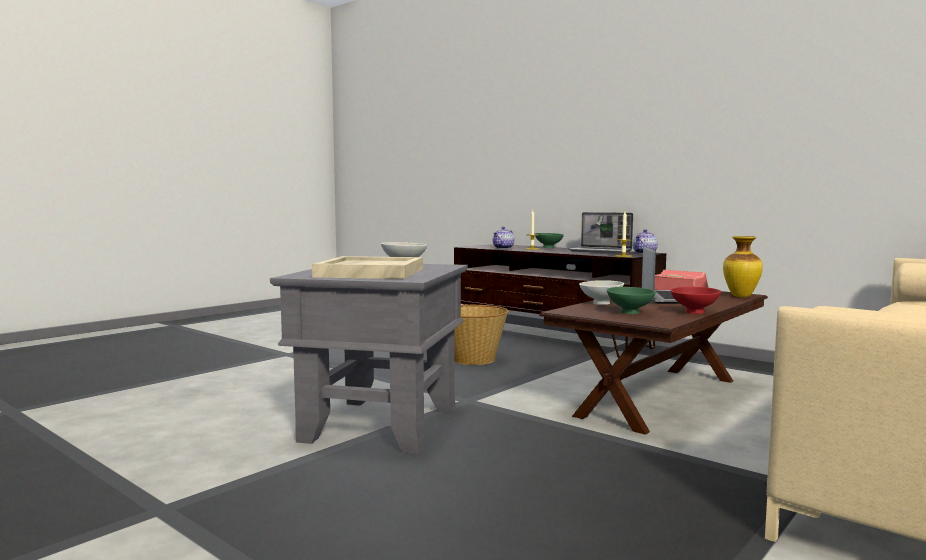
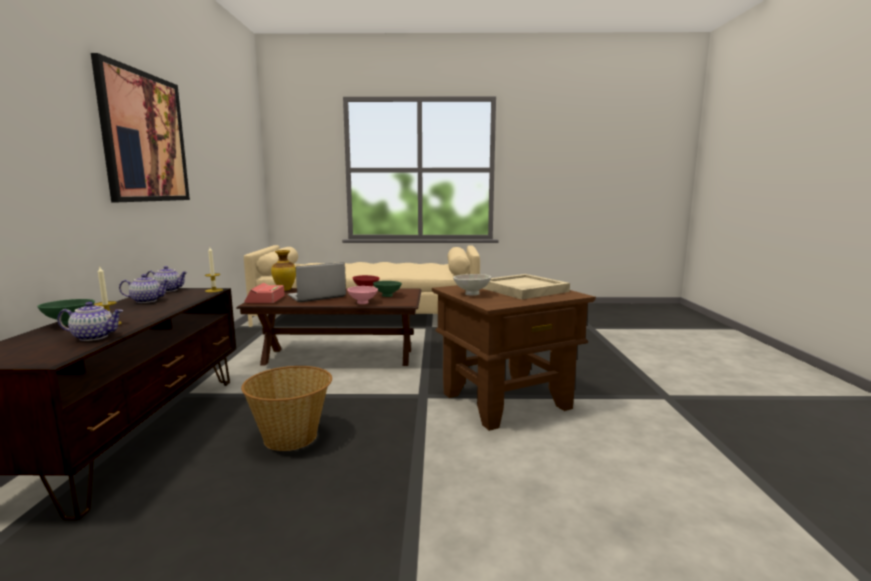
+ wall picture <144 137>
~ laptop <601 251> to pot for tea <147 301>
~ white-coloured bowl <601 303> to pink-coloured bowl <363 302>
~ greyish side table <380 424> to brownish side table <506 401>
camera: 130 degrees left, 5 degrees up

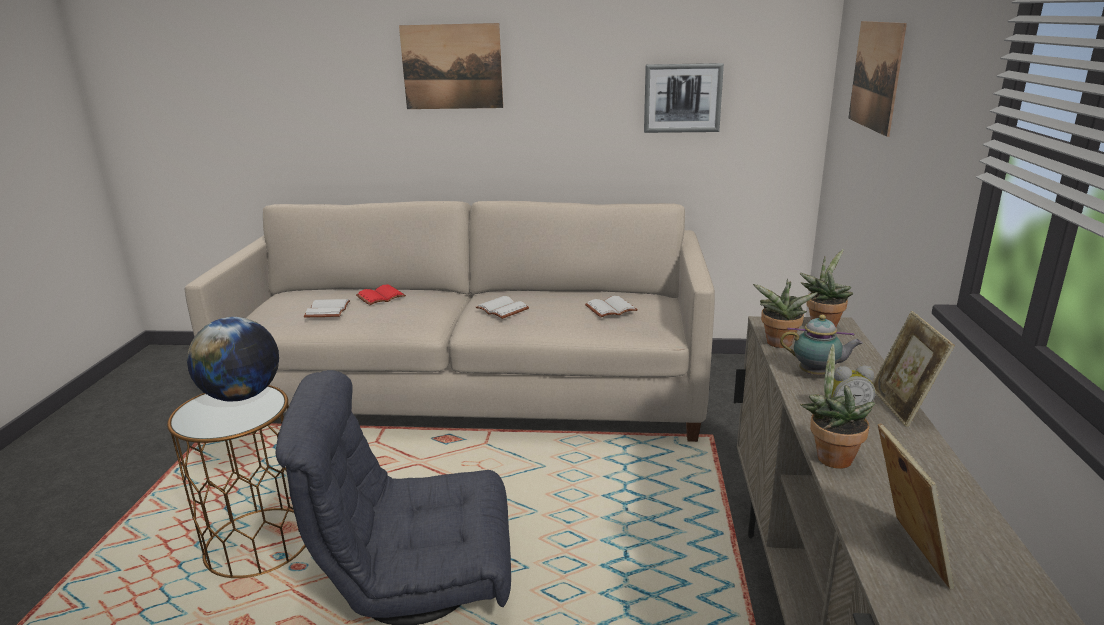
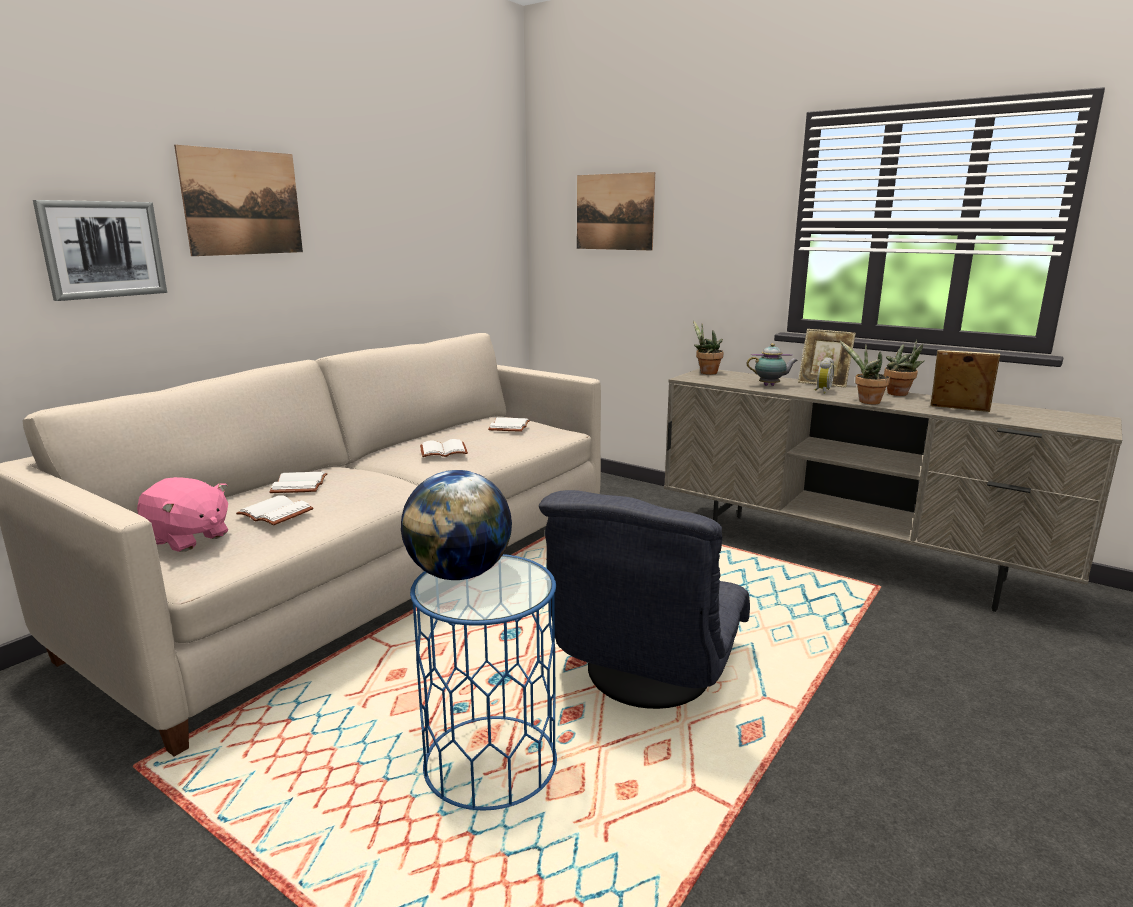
~ wall picture <682 98> to <103 249>
+ pink-coloured cuddly toy <188 538>
~ red volume <380 297> to white-coloured volume <301 485>
~ brownish side table <259 542> to blue side table <490 761>
~ pot for tea <817 374> = <770 385> 45 degrees clockwise
~ houseplant <778 344> to <900 394>
camera: 60 degrees left, 5 degrees down

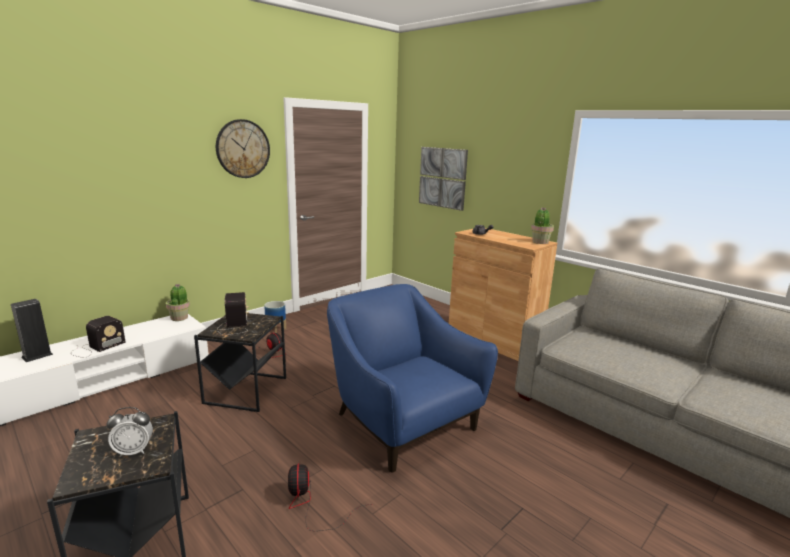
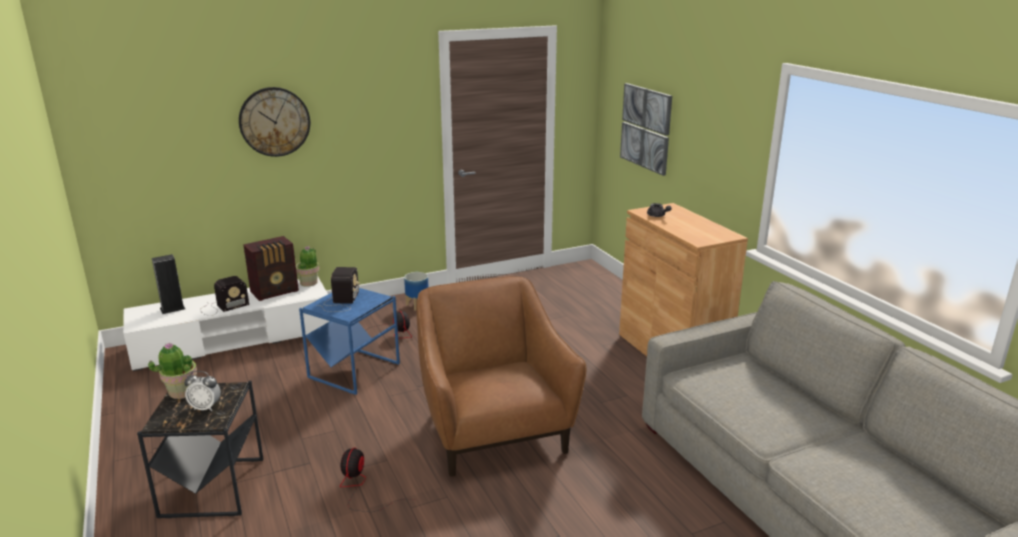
~ houseplant <540 242> to <181 392>
~ hanging clock <243 149> to <274 121>
+ radio receiver <275 291>
~ black-coloured side table <247 390> to blue side table <355 371>
~ blue easy chair <402 422> to brownish easy chair <493 431>
camera: 20 degrees right, 5 degrees up

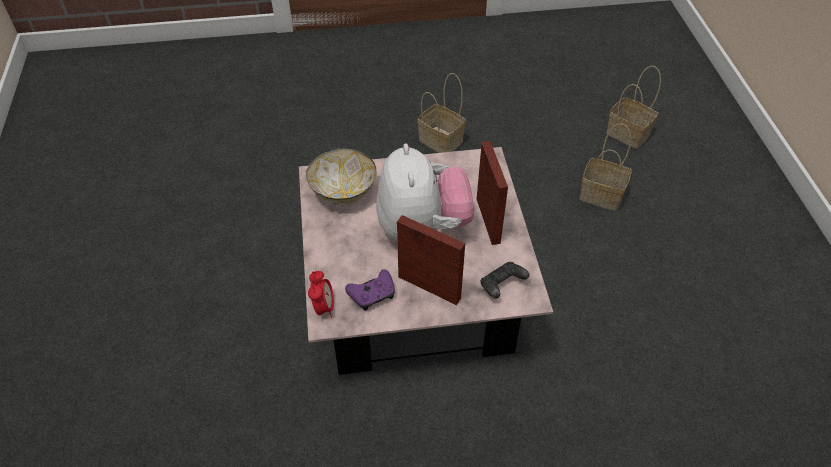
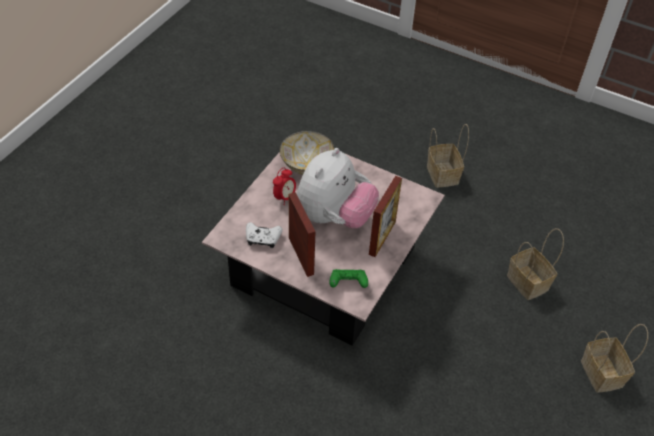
~ purple-coloured joypad <372 295> to white-coloured joypad <263 239>
~ bedside clock <323 308> to <284 197>
~ black-coloured joypad <501 286> to green joypad <348 283>
~ basket <629 134> to <603 374>
camera: 35 degrees right, 0 degrees up

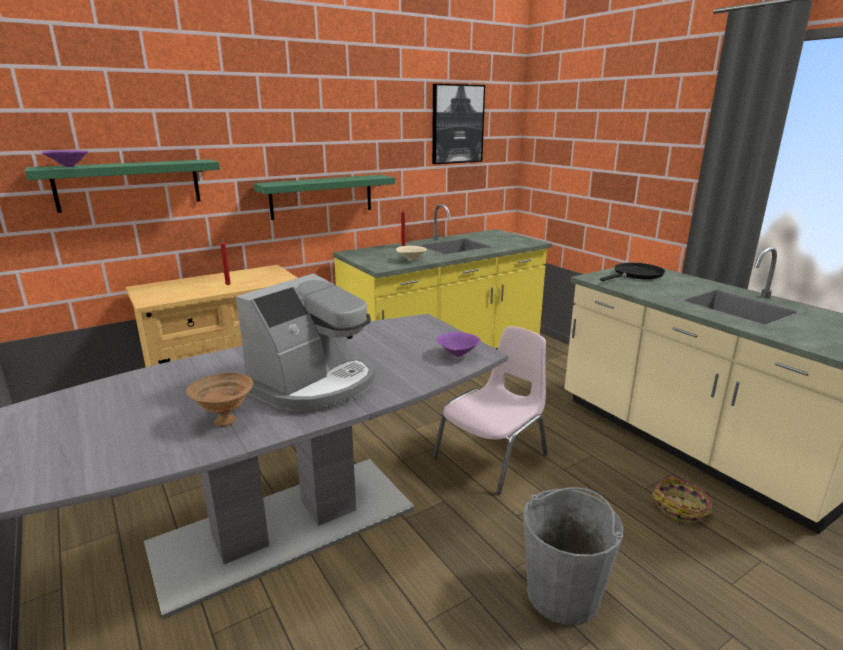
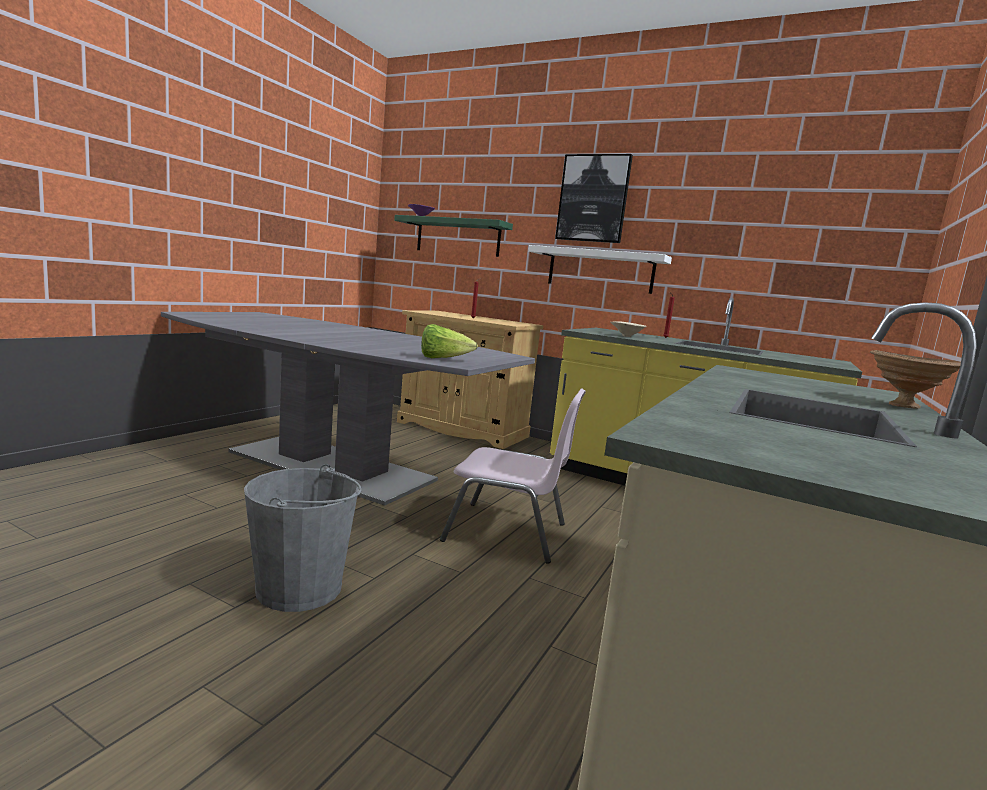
~ purple-coloured bowl <457 355> to head of lettuce <443 359>
~ green bracket shelf <322 196> to white-coloured bracket shelf <600 270>
~ wall picture <457 124> to <593 199>
~ brownish bowl <224 420> to <902 406>
- coffee brewer <314 384>
- black-coloured pan <636 275>
- basket <681 508>
camera: 60 degrees right, 10 degrees down

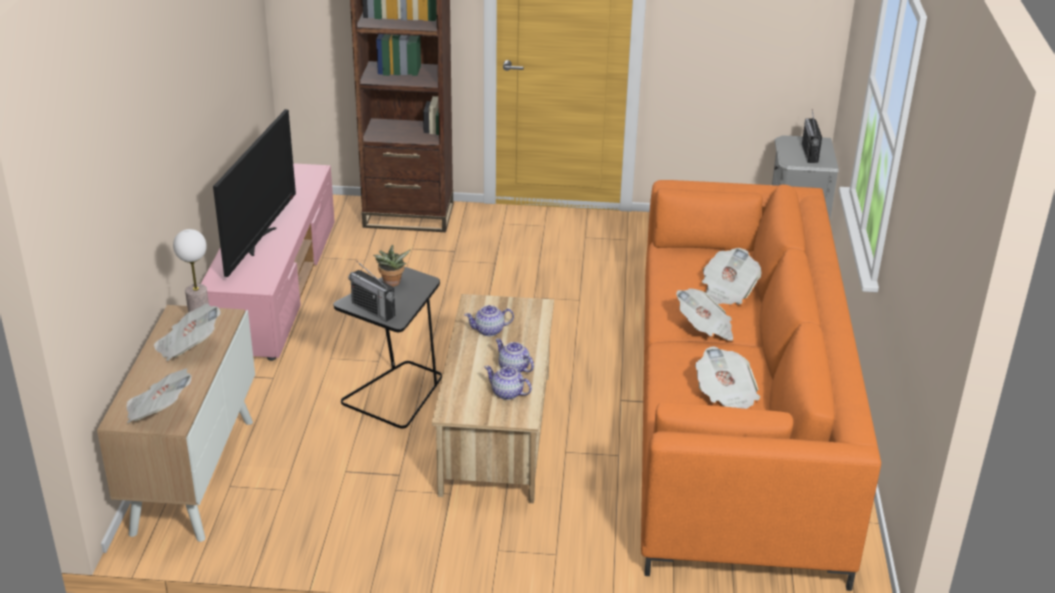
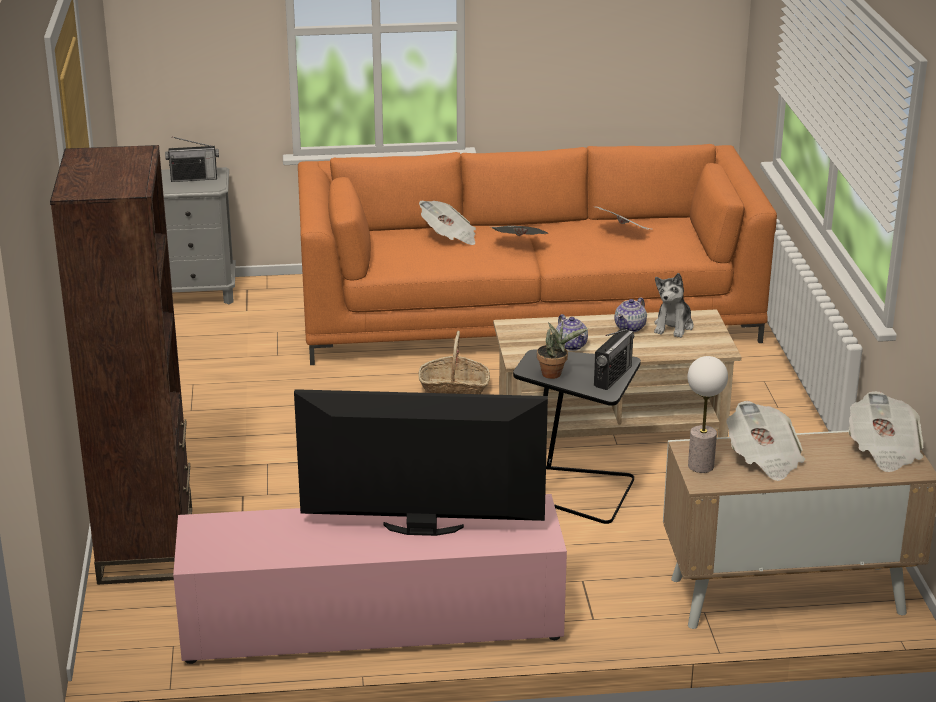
+ basket <454 388>
~ pot for tea <507 393> to cuddly toy <673 326>
camera: 100 degrees left, 5 degrees down

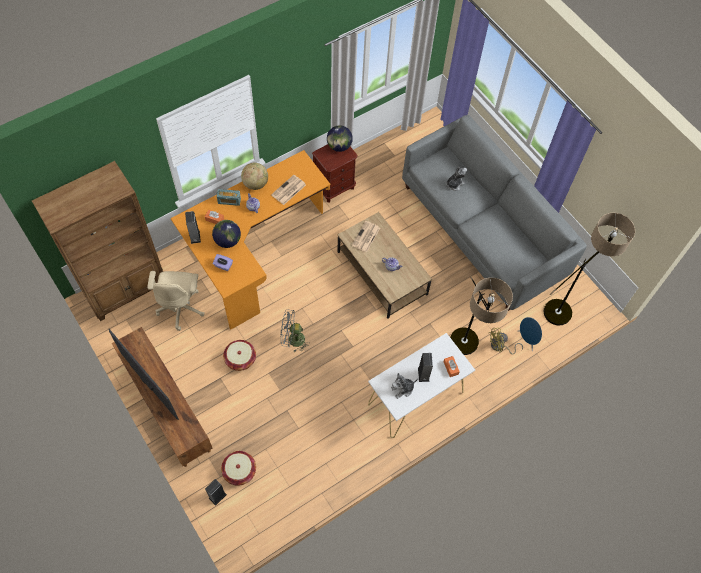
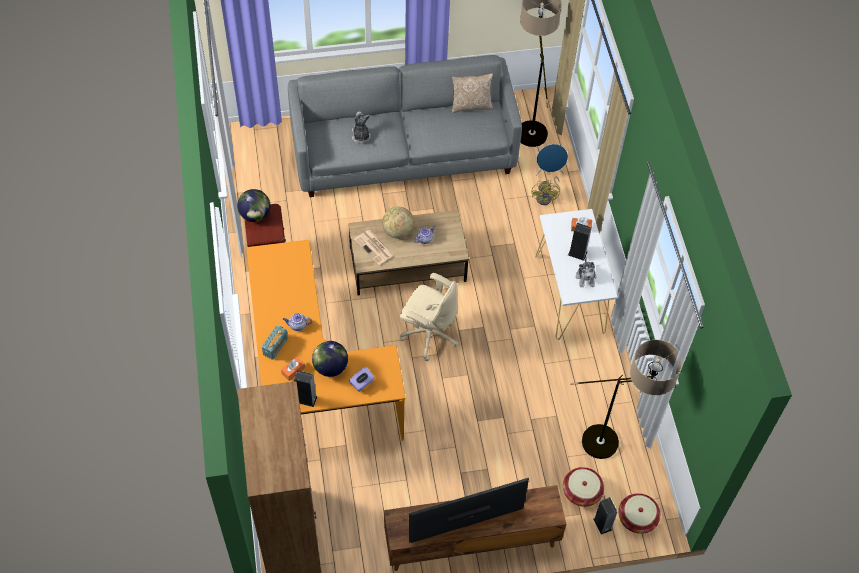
~ globe <255 183> to <398 231>
~ sand-coloured office chair <181 307> to <429 334>
+ cushion <471 105>
~ standing lamp <465 352> to <614 447>
~ basket <240 359> to <637 518>
- printed paper <288 190>
- greyish cooling fan <292 340>
camera: 65 degrees left, 5 degrees down

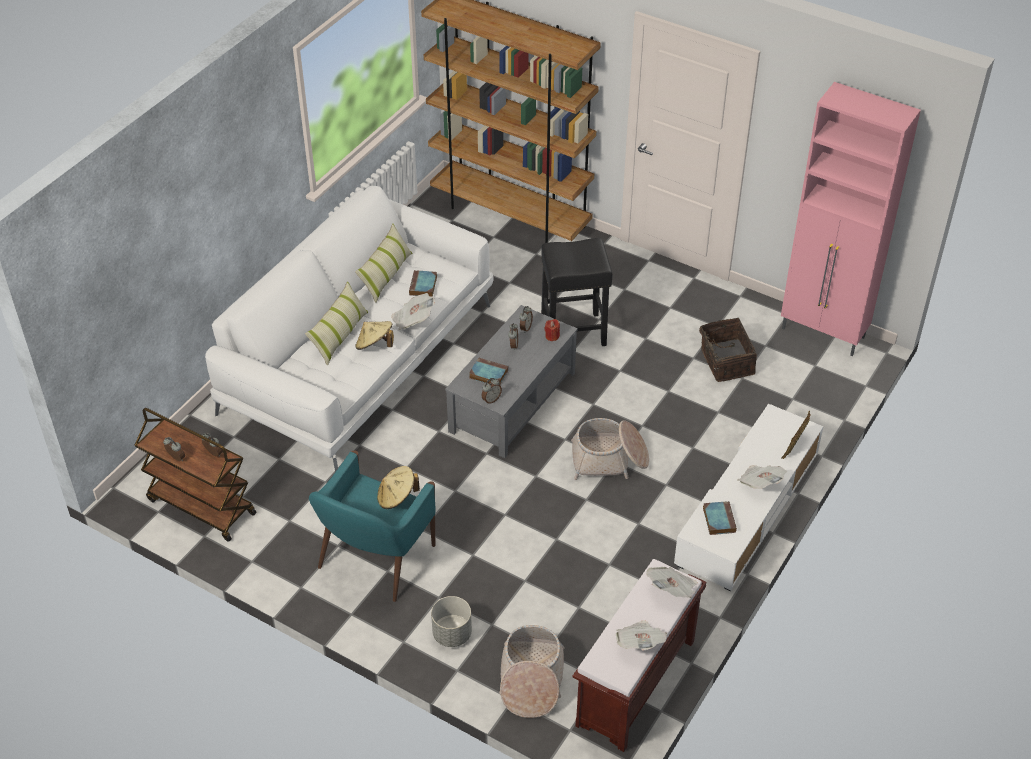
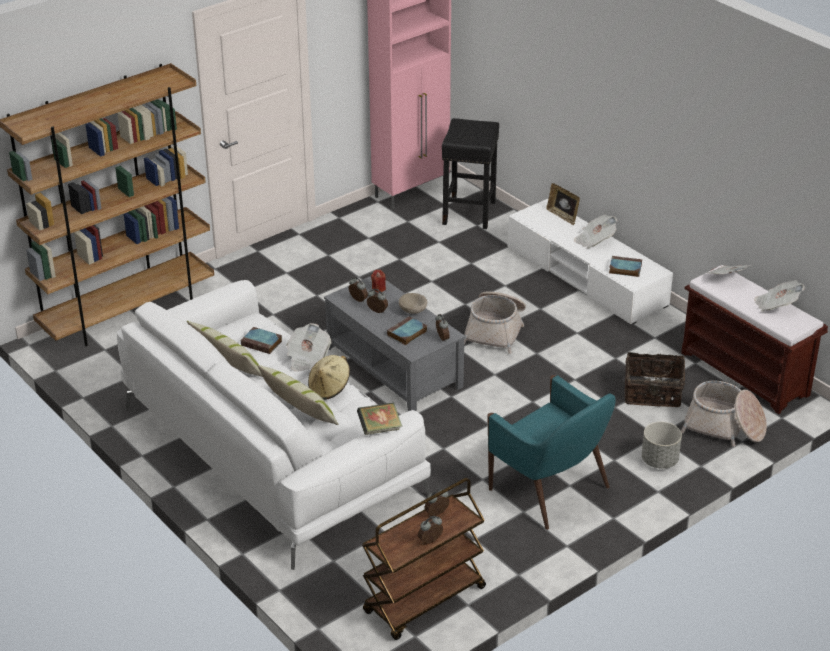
+ volume <379 429>
+ sand-coloured bowl <413 311>
~ black-coloured sitting stool <574 332> to <469 212>
~ basket <725 362> to <652 394>
- sand-coloured hat <397 497>
camera: 70 degrees left, 10 degrees down

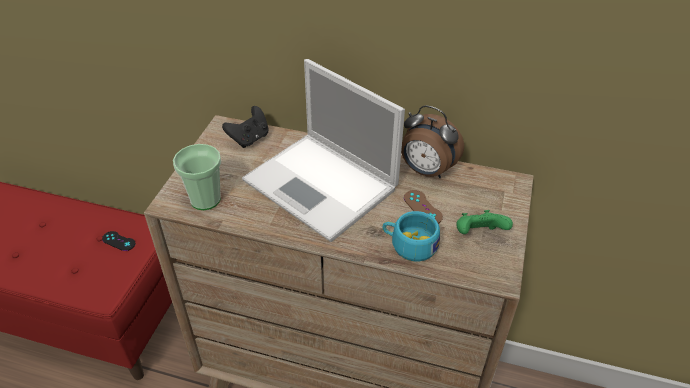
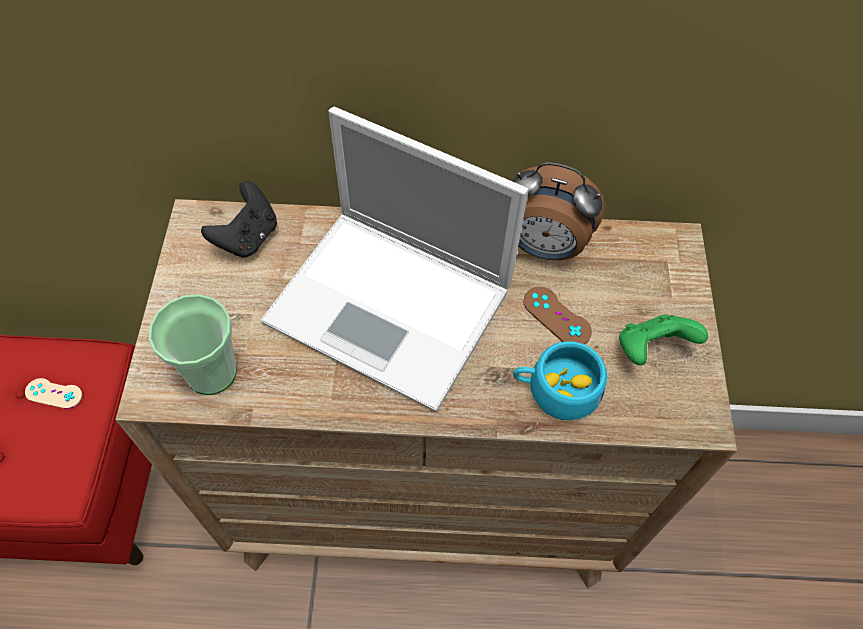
~ black-coloured joypad <118 241> to sand-coloured joypad <54 393>
camera: 15 degrees left, 15 degrees up

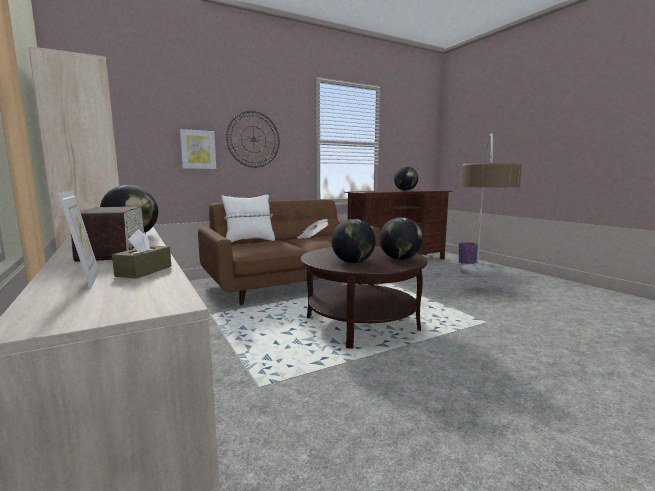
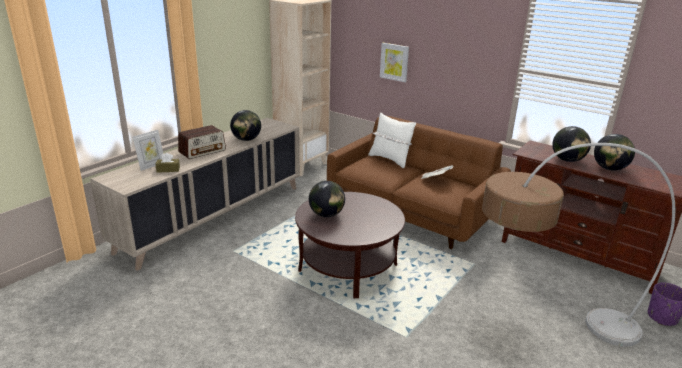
~ globe <400 259> to <567 160>
- hanging clock <253 139>
camera: 65 degrees right, 15 degrees up

